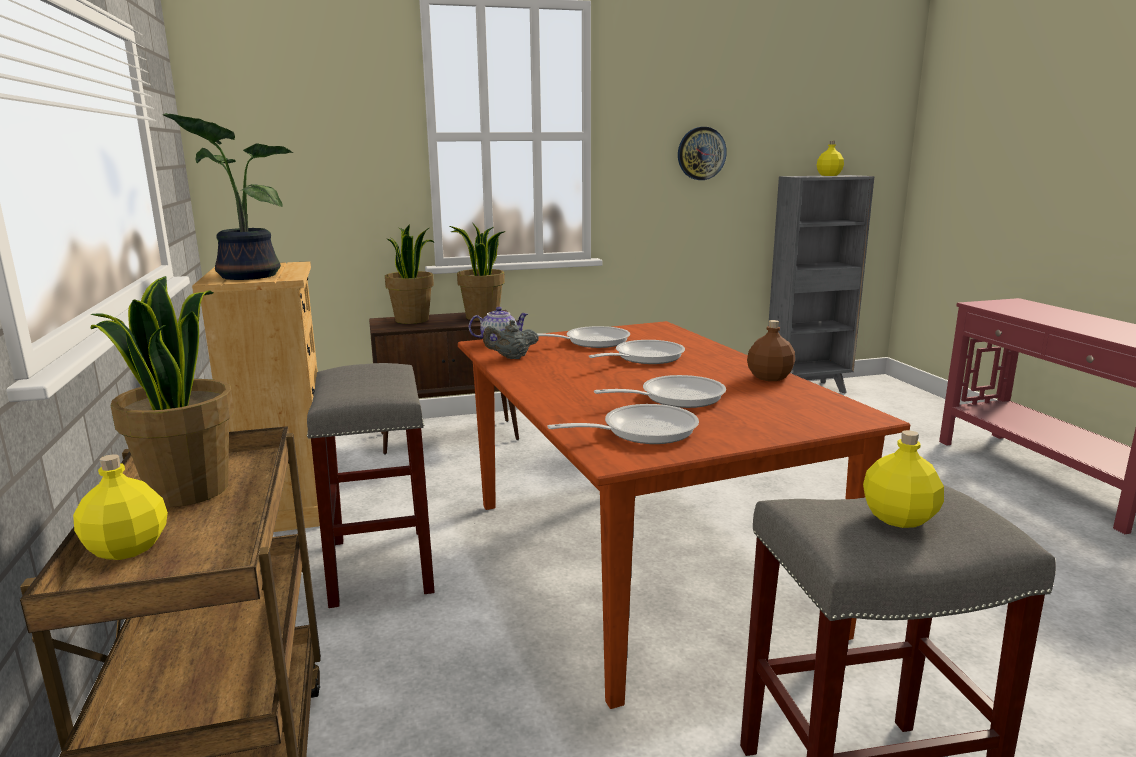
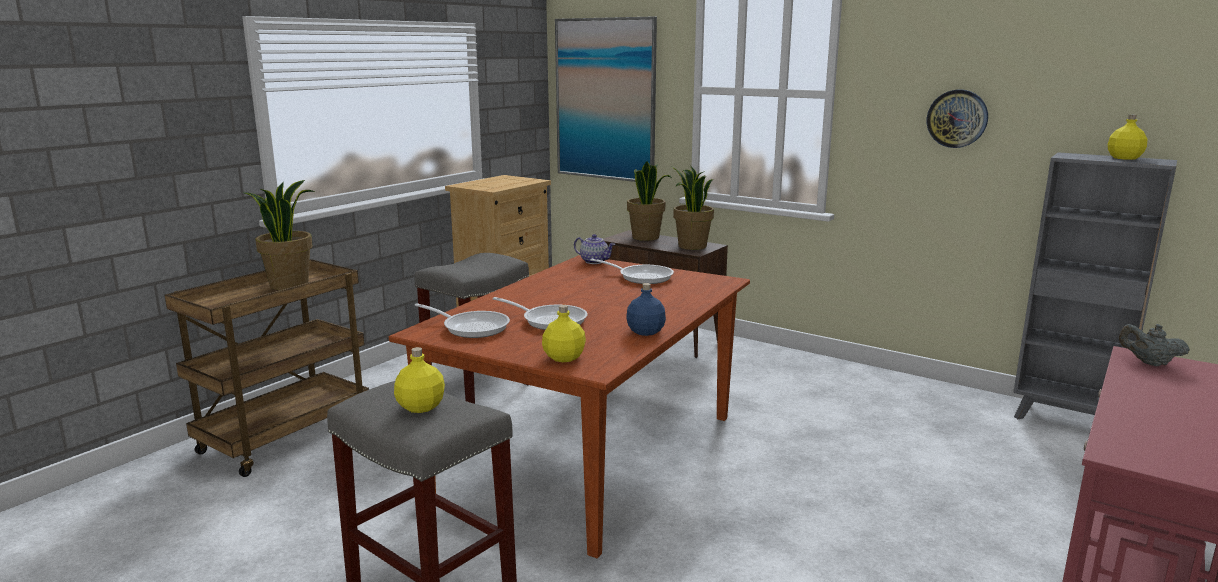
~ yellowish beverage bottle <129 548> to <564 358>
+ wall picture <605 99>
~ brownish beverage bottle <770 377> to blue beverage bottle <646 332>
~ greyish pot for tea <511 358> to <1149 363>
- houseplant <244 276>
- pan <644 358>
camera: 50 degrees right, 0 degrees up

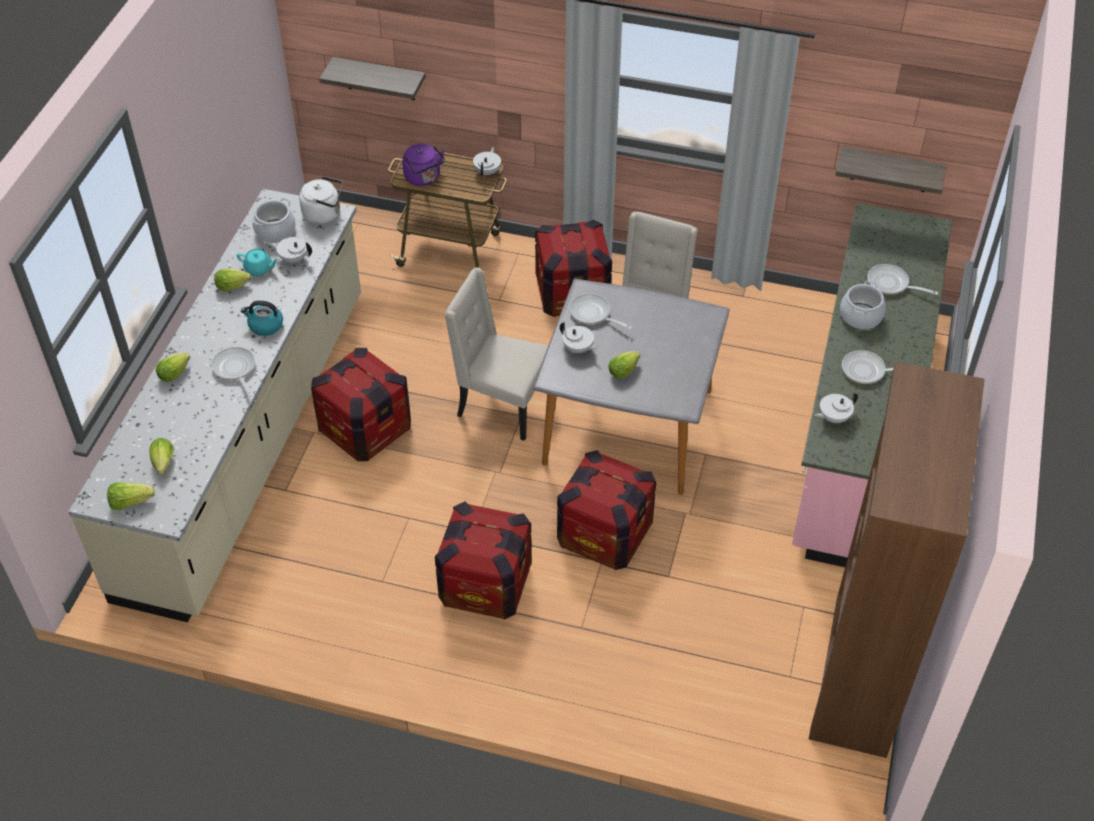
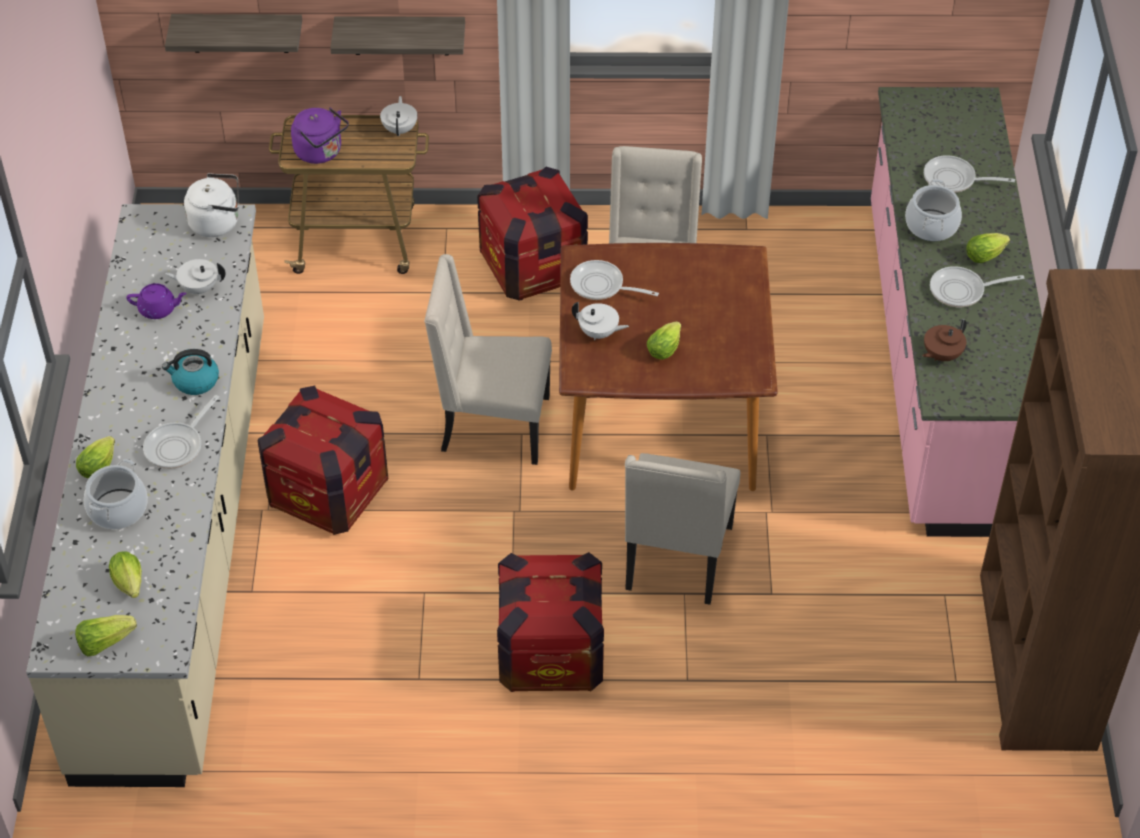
~ cooking pot <275 231> to <118 509>
~ blue-green pot for tea <259 268> to purple-coloured pot for tea <158 309>
~ pan <235 370> = <177 446> 105 degrees counterclockwise
~ bracket shelf <890 170> to <401 35>
~ greyish dinner table <629 427> to brownish dinner table <661 421>
~ crate <604 534> to sand-coloured chair <676 560>
~ white-coloured pot for tea <833 417> to brownish pot for tea <941 355>
~ head of lettuce <234 286> to <986 255>
camera: 15 degrees left, 0 degrees up

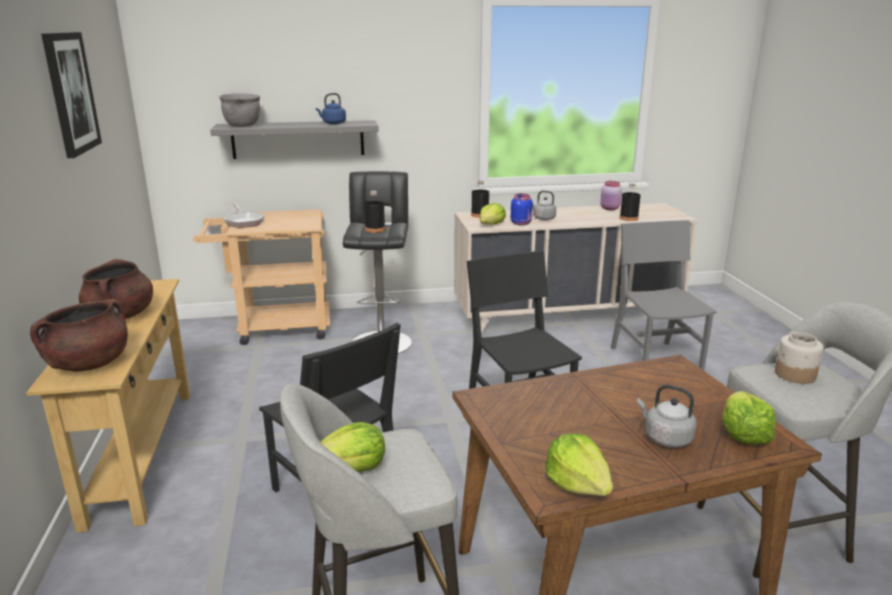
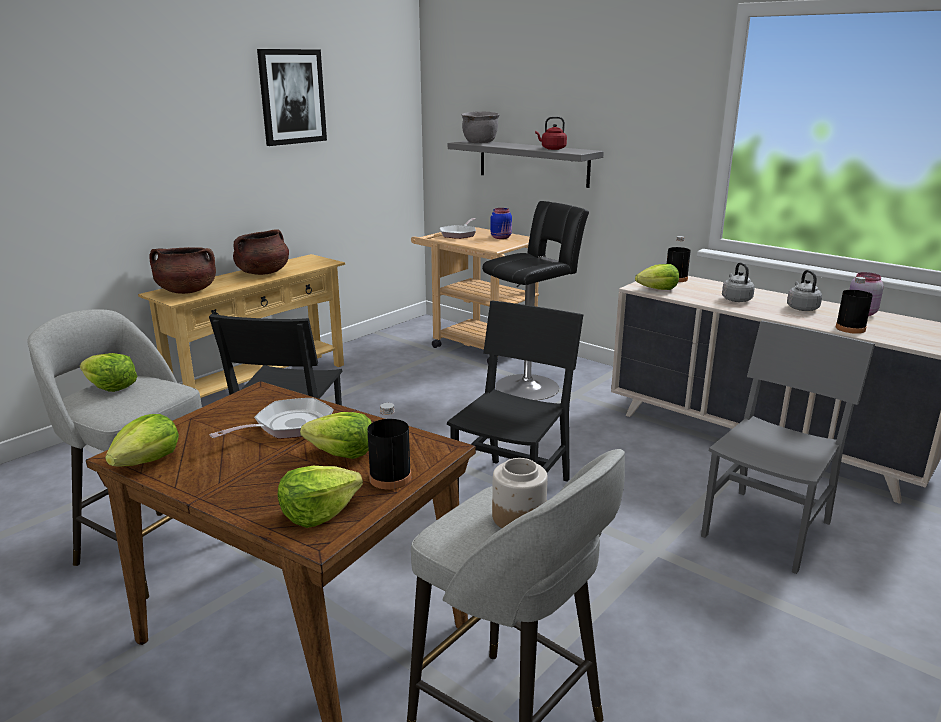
+ pan <288 426>
+ head of lettuce <342 453>
~ black-coloured beverage bottle <375 229> to <390 478>
~ blue storage jar <521 223> to <501 237>
~ blue water kettle <333 123> to red water kettle <552 149>
~ greyish water kettle <665 438> to <801 308>
camera: 50 degrees right, 0 degrees up

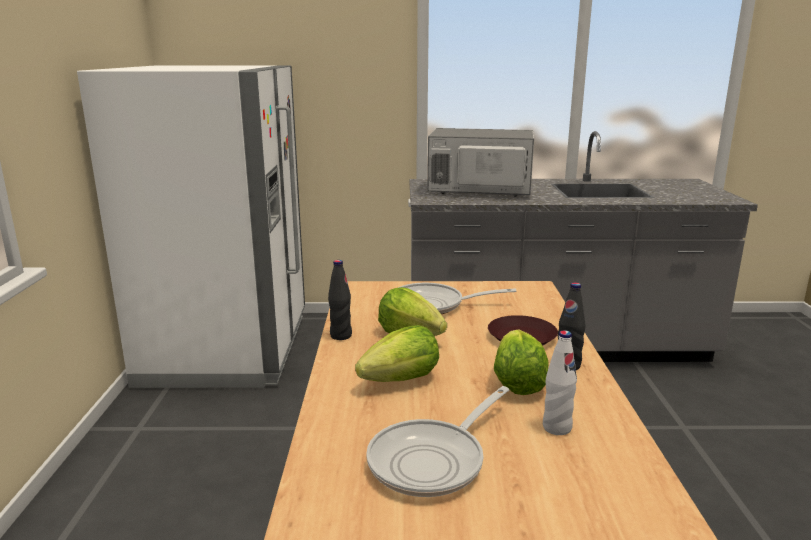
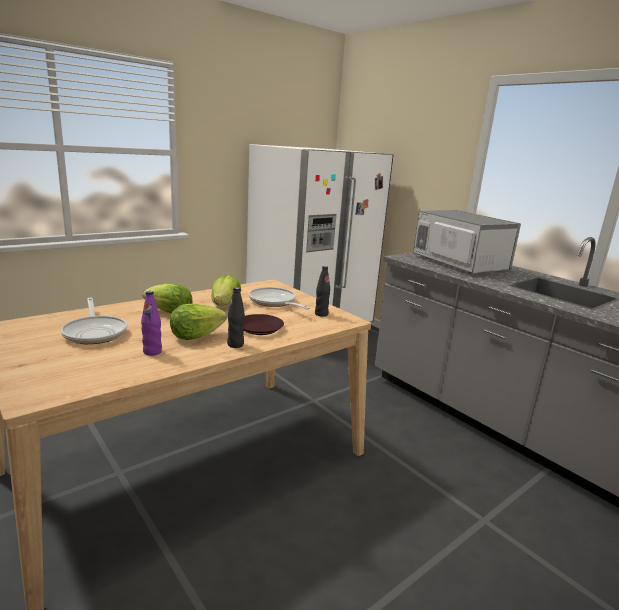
~ pan <433 460> = <95 332> 120 degrees counterclockwise
~ white-coloured beverage bottle <556 427> to purple-coloured beverage bottle <152 352>
~ black-coloured beverage bottle <340 335> to <321 314>
camera: 50 degrees right, 0 degrees up

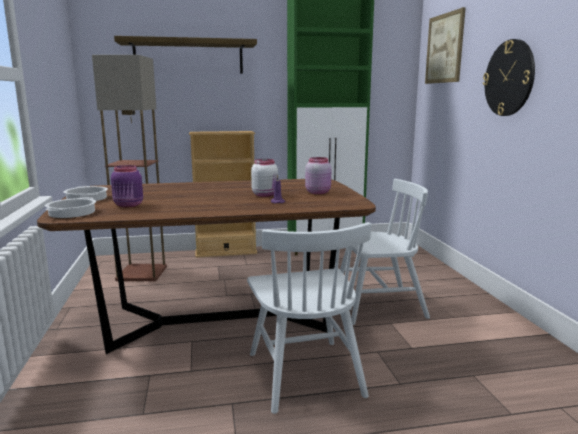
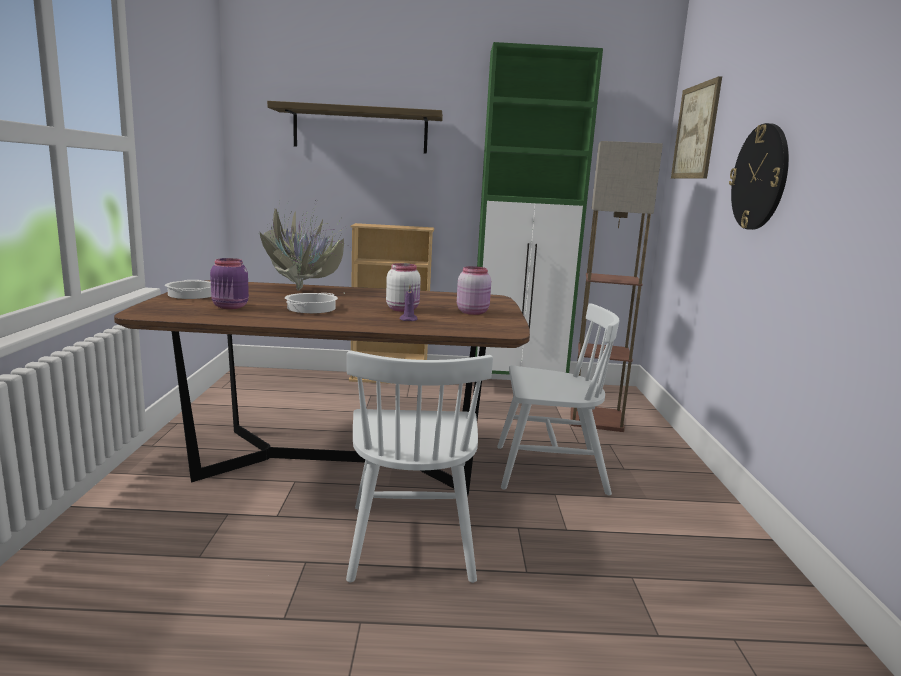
+ houseplant <303 289>
~ cooking pot <71 212> to <311 308>
~ standing lamp <141 273> to <595 419>
camera: 10 degrees right, 0 degrees up

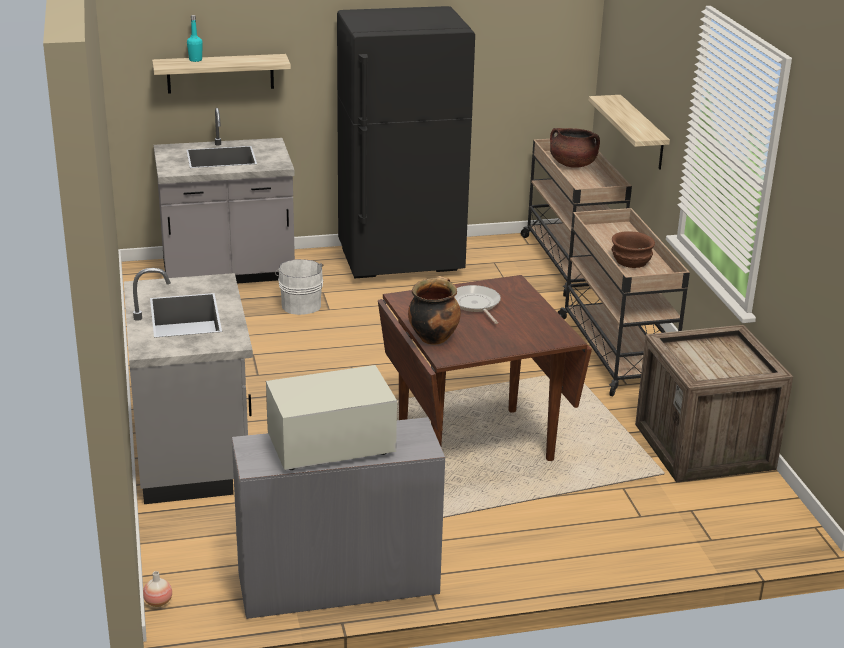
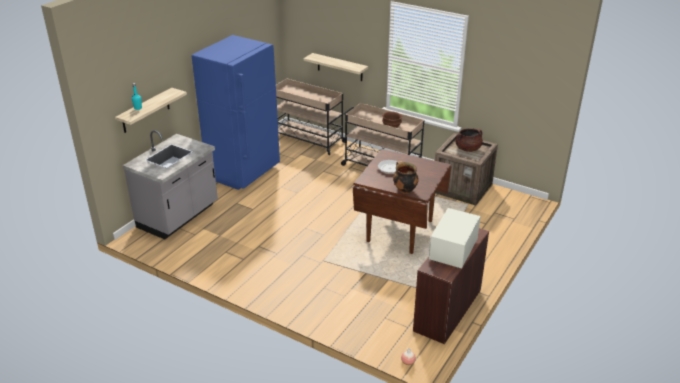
~ black-coloured kitchen fridge <401 263> to blue kitchen fridge <244 173>
~ greyish desk unit <337 582> to brownish desk unit <447 310>
~ brownish cooking pot <572 164> to <468 149>
- greyish kitchen base unit <194 453>
- white-coloured water bucket <300 304>
camera: 45 degrees left, 5 degrees up

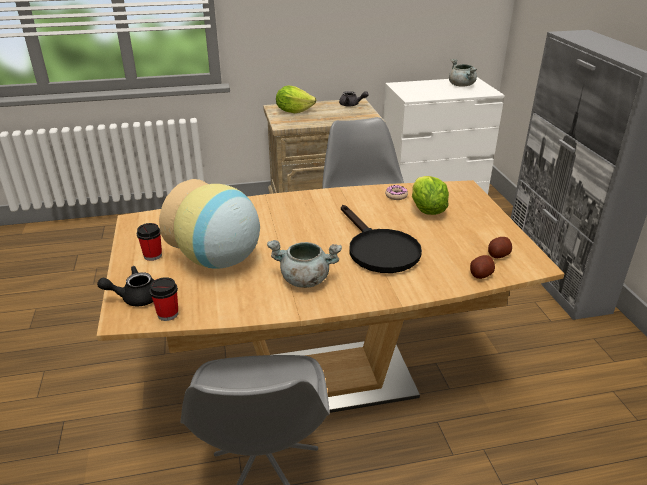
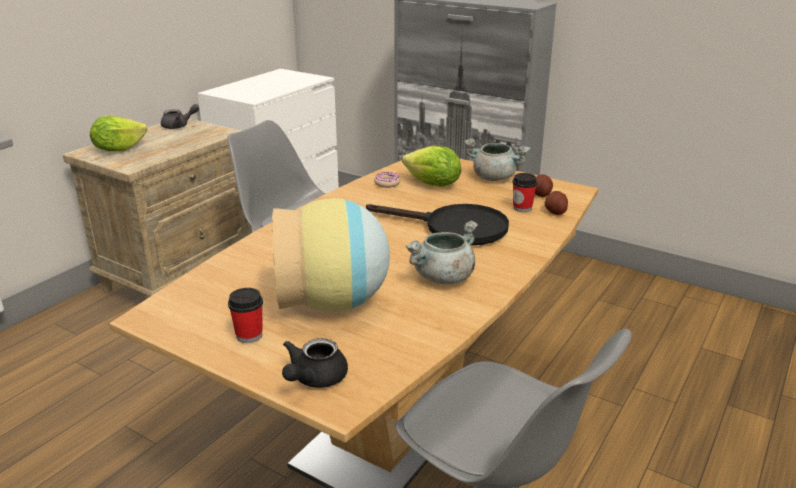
~ greyish cooking pot <461 85> to <494 177>
~ drinking cup <168 314> to <522 208>
camera: 45 degrees left, 5 degrees down

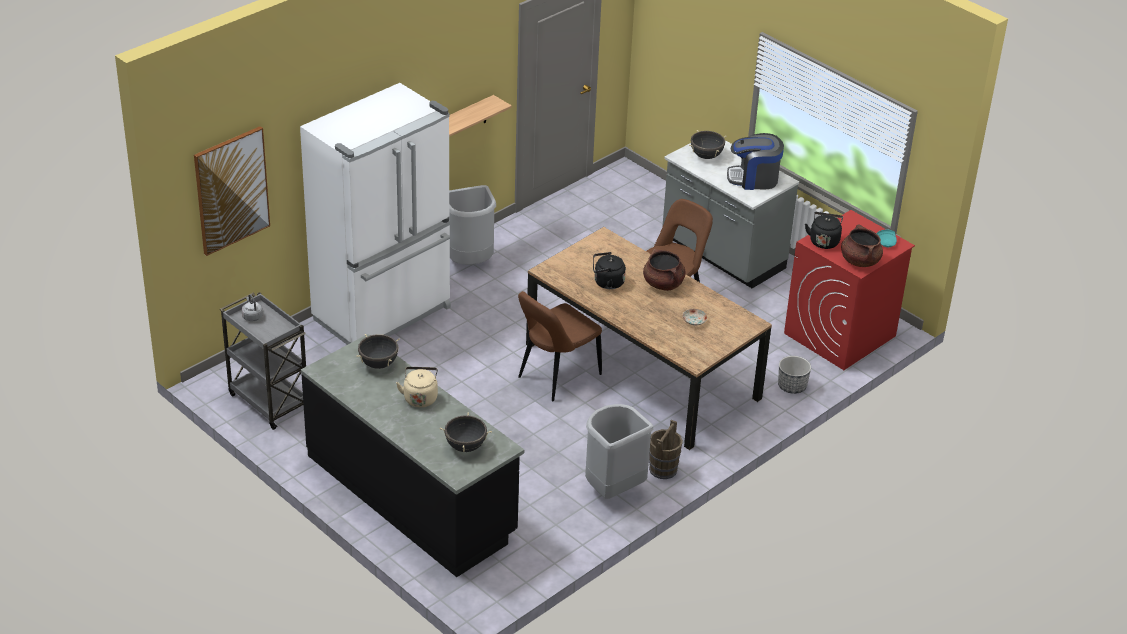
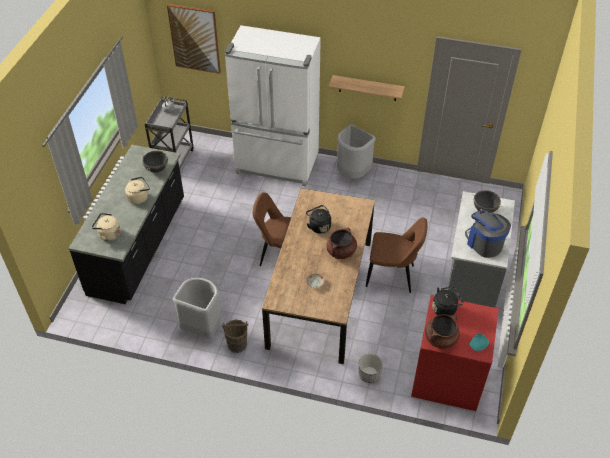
~ black-coloured cooking pot <465 446> to sand-coloured water kettle <108 234>
camera: 60 degrees right, 10 degrees up

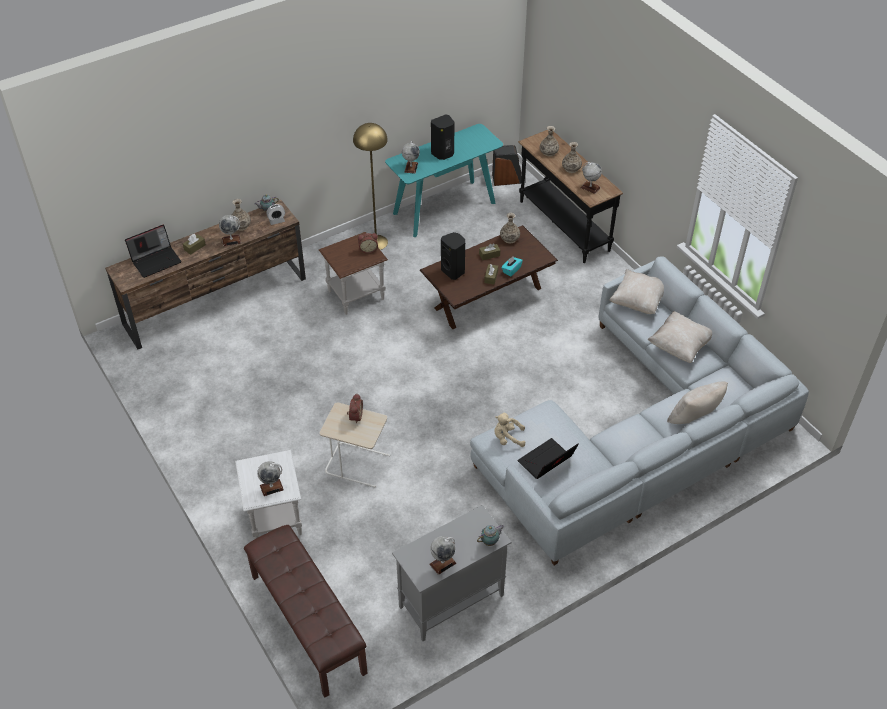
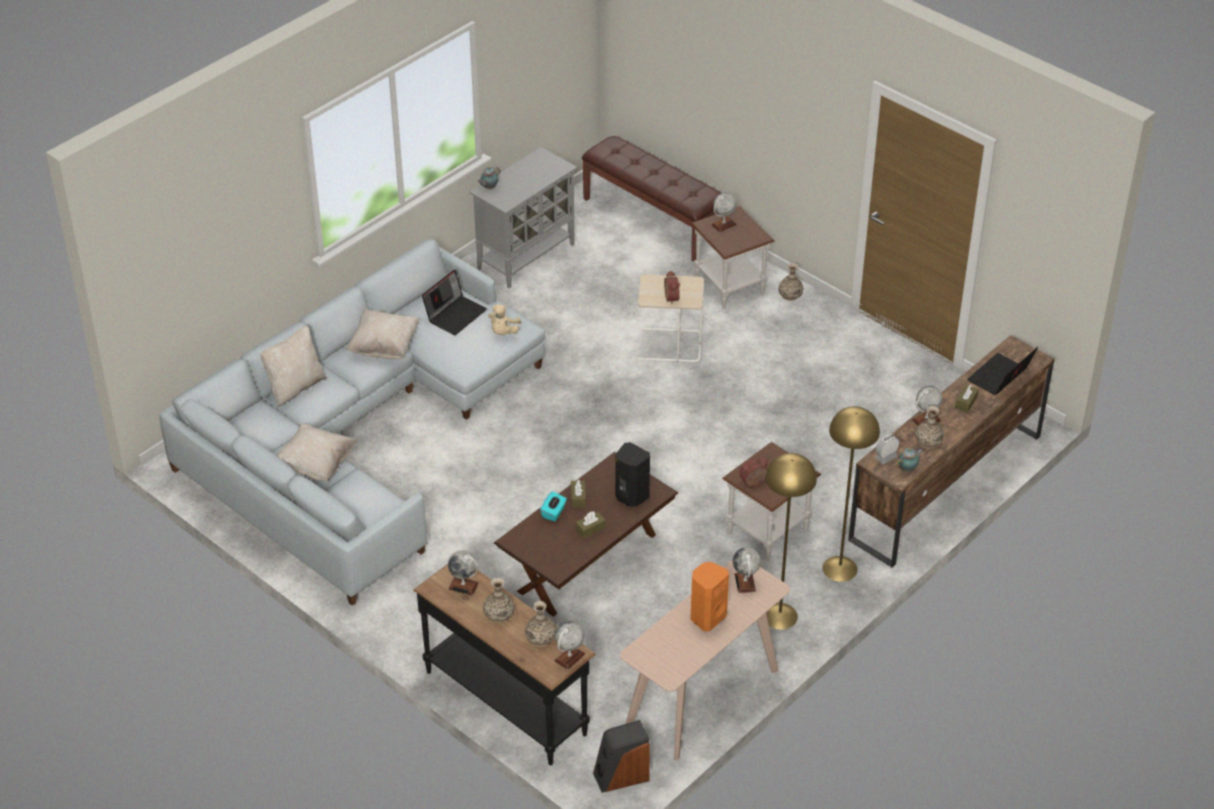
~ sand-coloured cushion <638 301> to <384 347>
~ sand-coloured cuddly toy <507 438> = <503 332> 120 degrees clockwise
~ globe <442 563> to <569 657>
~ blue-green console table <444 208> to sand-coloured console table <703 697>
~ white-coloured side table <274 518> to brownish side table <730 287>
~ black-coloured loudspeaker <443 154> to orange loudspeaker <707 617>
~ vase <509 238> to <790 295>
+ yellowish standing lamp <840 569>
camera: 165 degrees right, 5 degrees down

